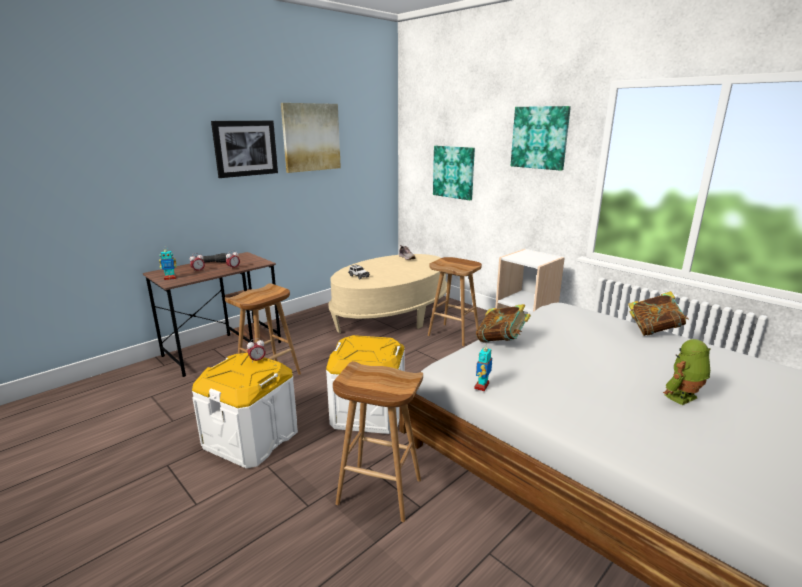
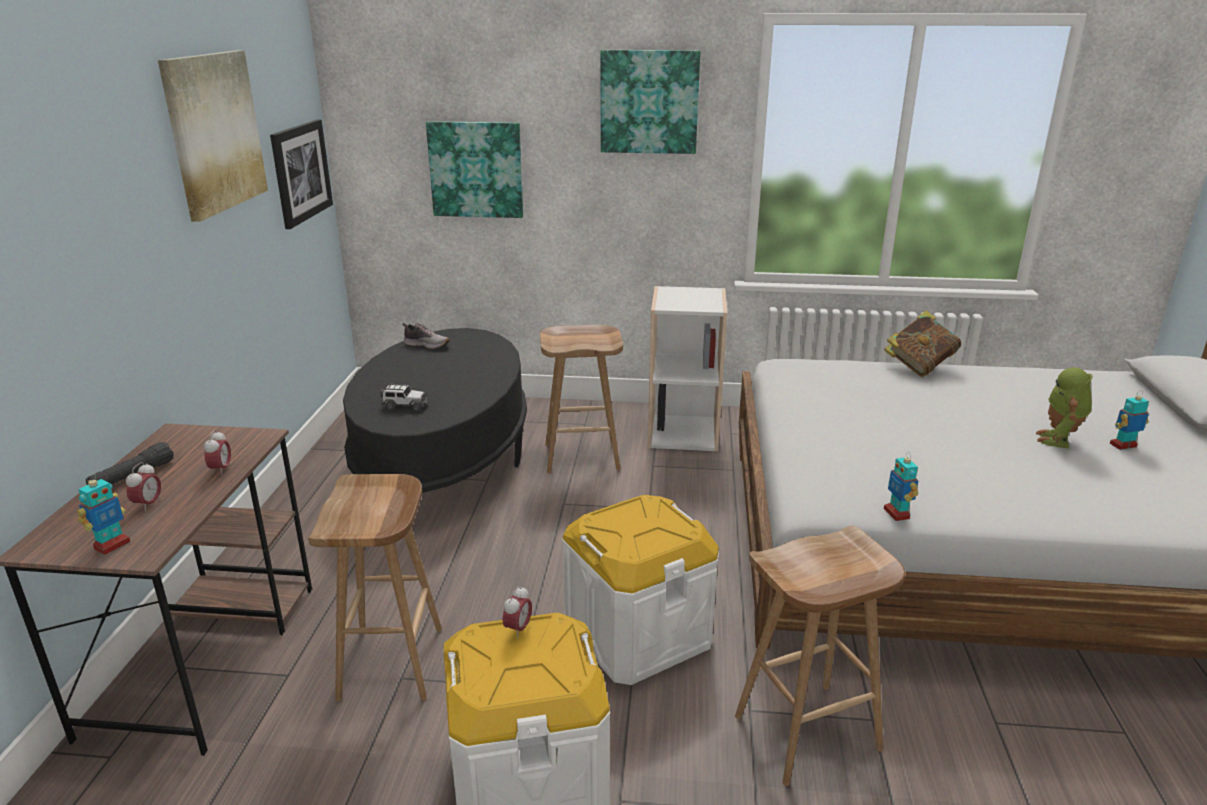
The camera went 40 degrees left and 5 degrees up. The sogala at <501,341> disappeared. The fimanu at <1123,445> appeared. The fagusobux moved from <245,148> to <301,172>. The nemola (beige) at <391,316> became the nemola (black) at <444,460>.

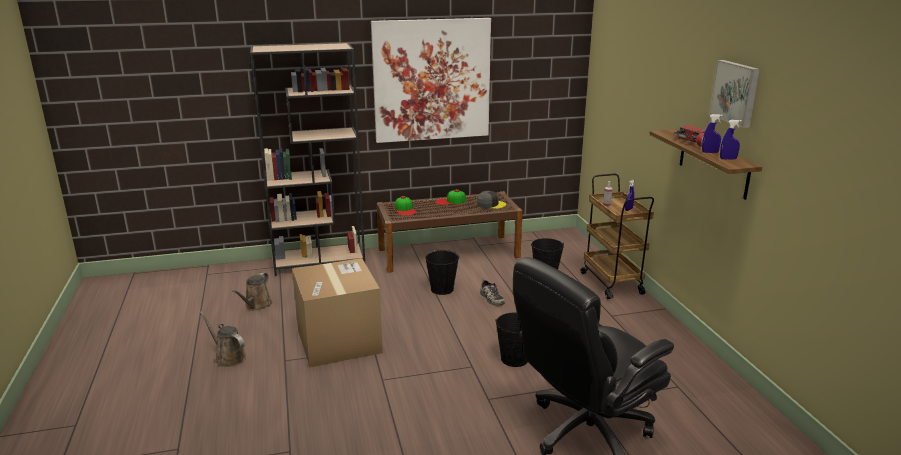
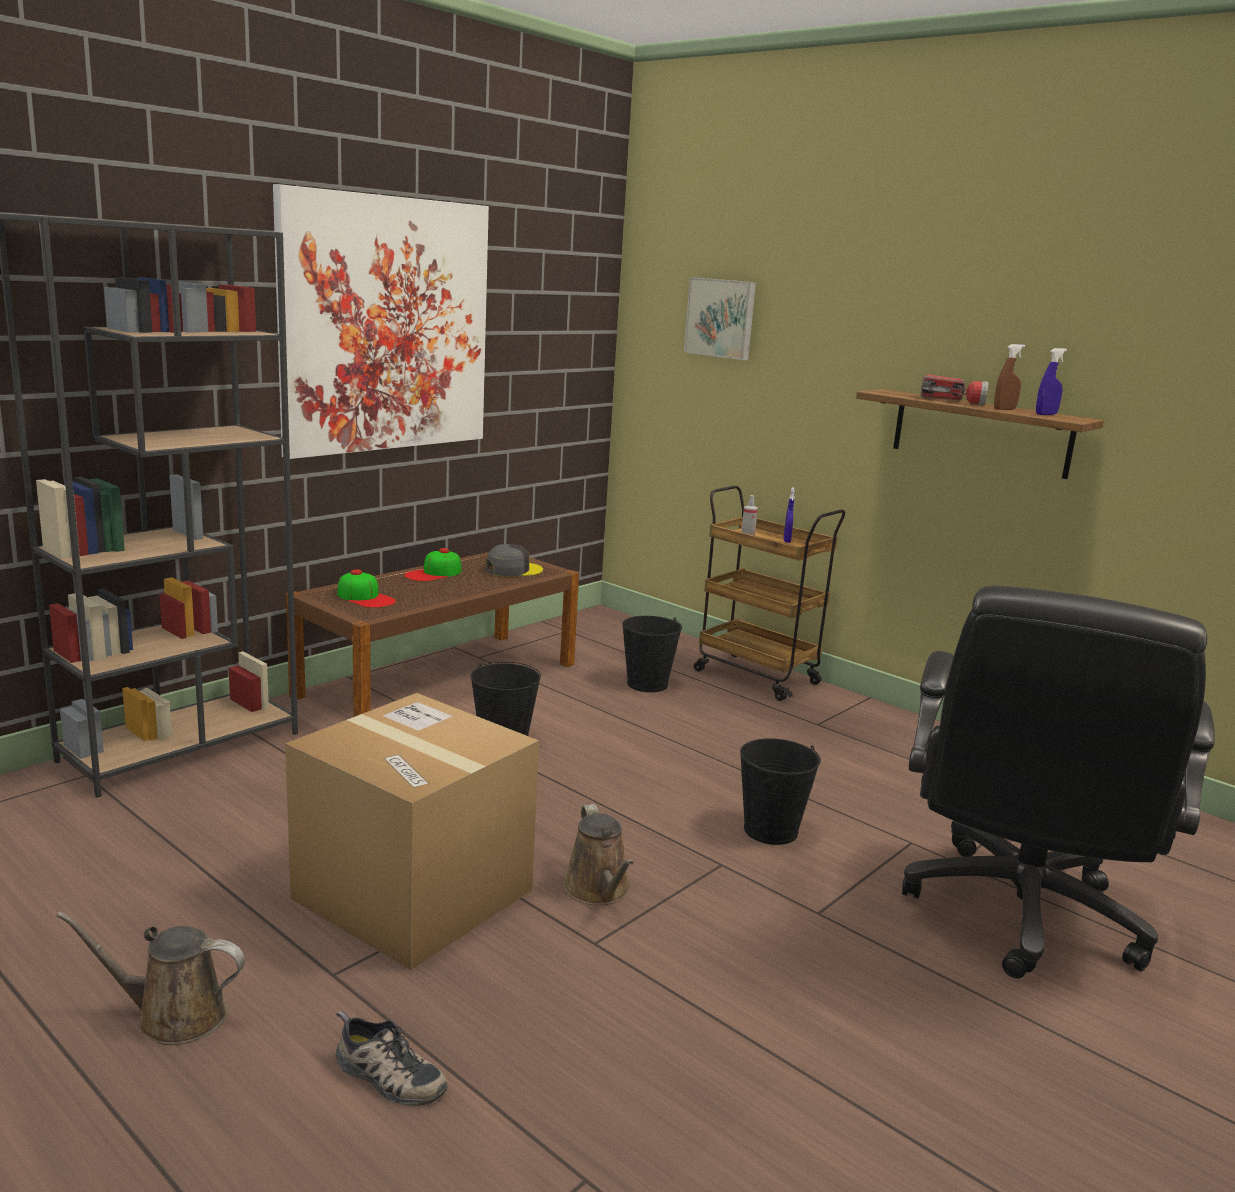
The camera went 35 degrees left and 5 degrees down. The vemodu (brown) moved from <257,305> to <599,890>. The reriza moved from <491,298> to <387,1077>. The fagusobux moved from <736,92> to <721,318>. The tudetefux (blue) at <709,152> became the tudetefux (brown) at <1004,409>.

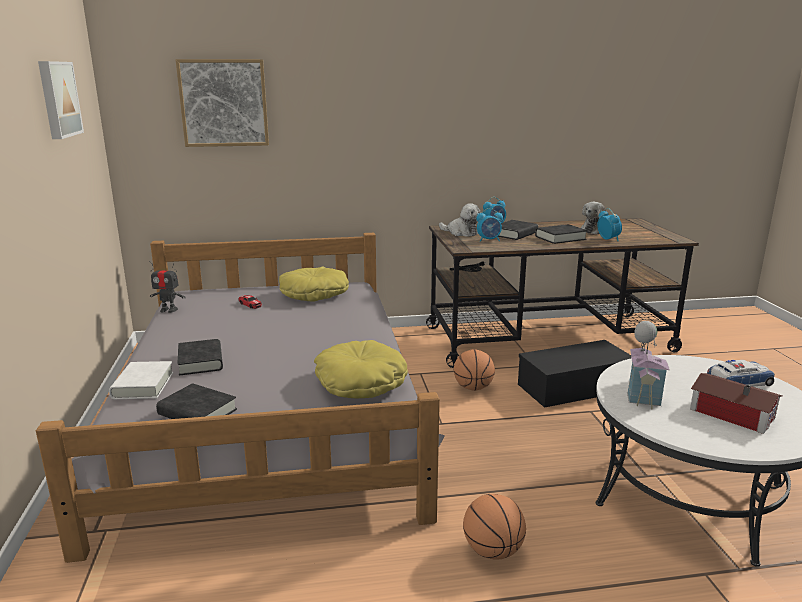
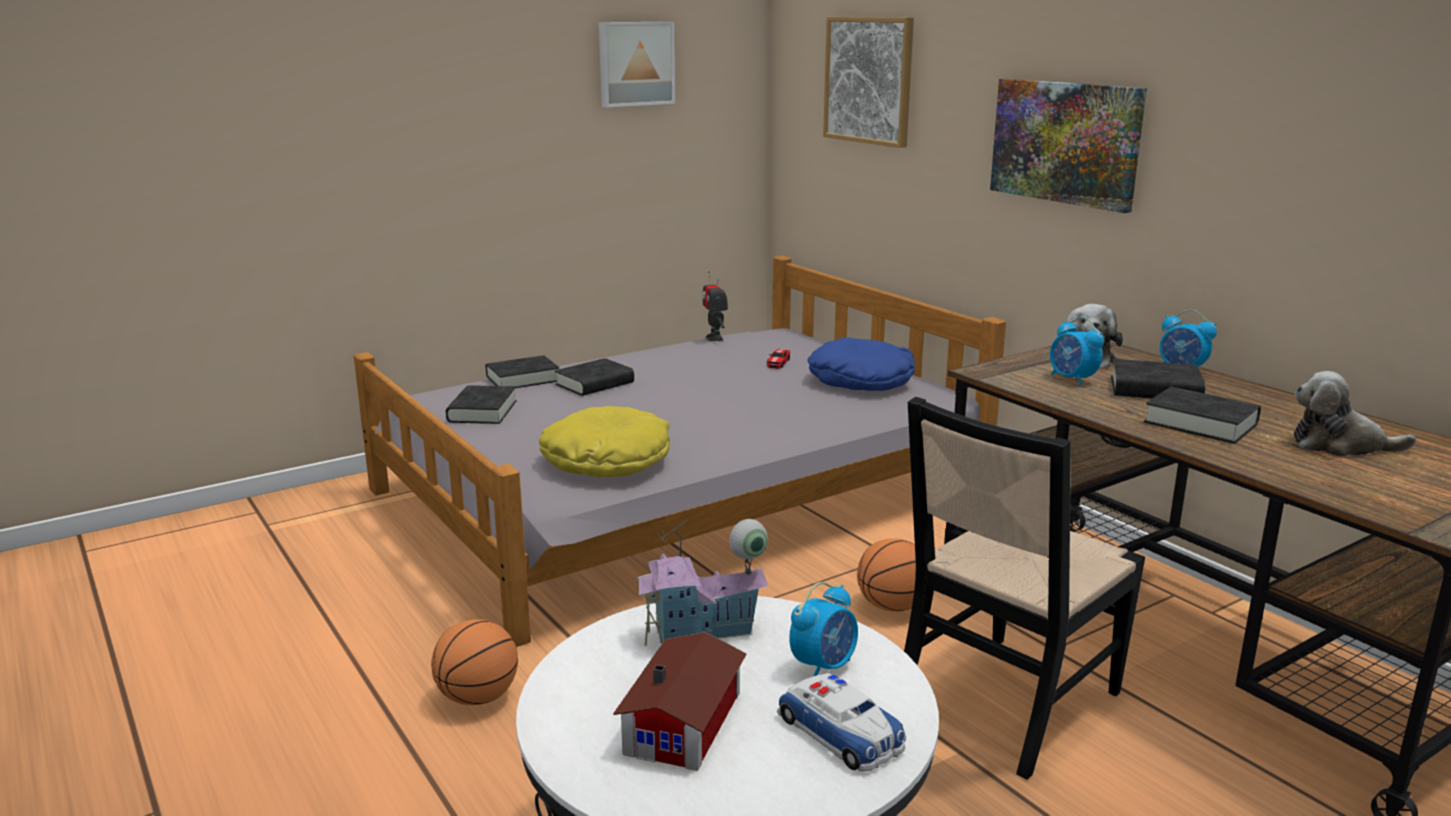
The camera went 65 degrees right and 0 degrees up. The fagusobux at <1065,142> appeared. The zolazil moved from <608,239> to <824,666>. The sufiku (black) at <573,388> was replaced by the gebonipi at <1007,702>. The sogala (white) at <143,385> became the sogala (black) at <522,379>. The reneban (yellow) at <313,294> became the reneban (blue) at <862,381>.

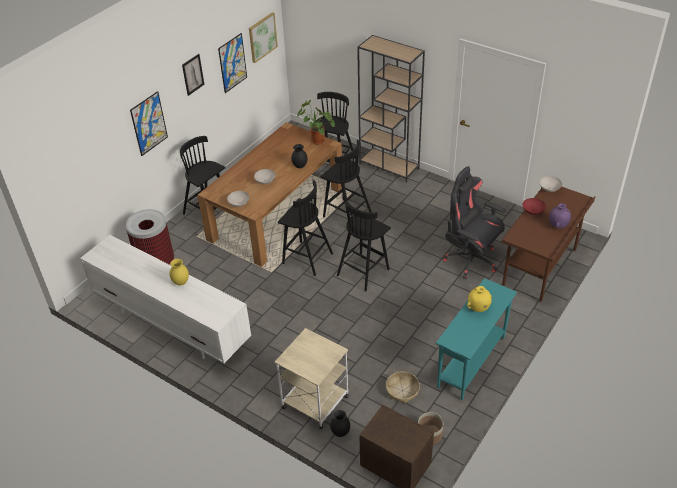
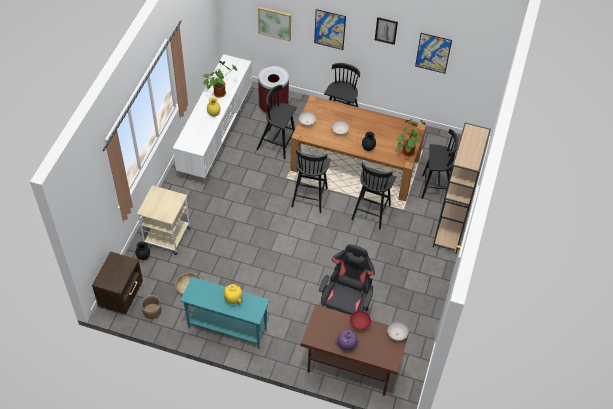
The camera went 70 degrees right and 10 degrees up. The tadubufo at <220,92> appeared. The fagusobux moved from <262,37> to <275,23>. The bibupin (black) moved from <364,271> to <278,144>.

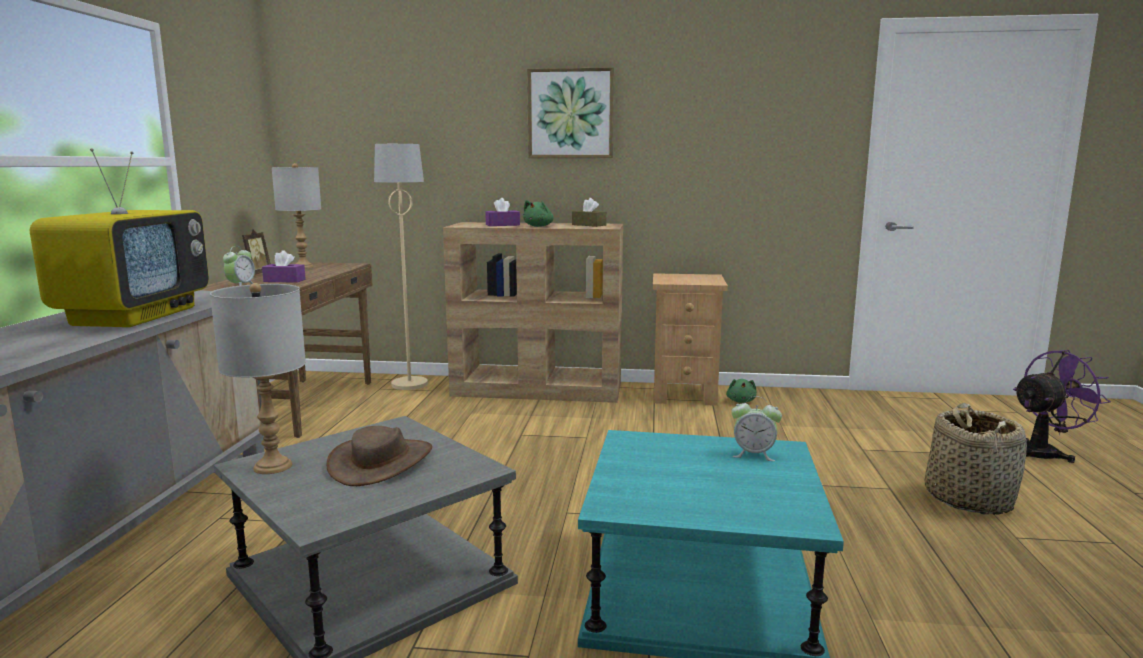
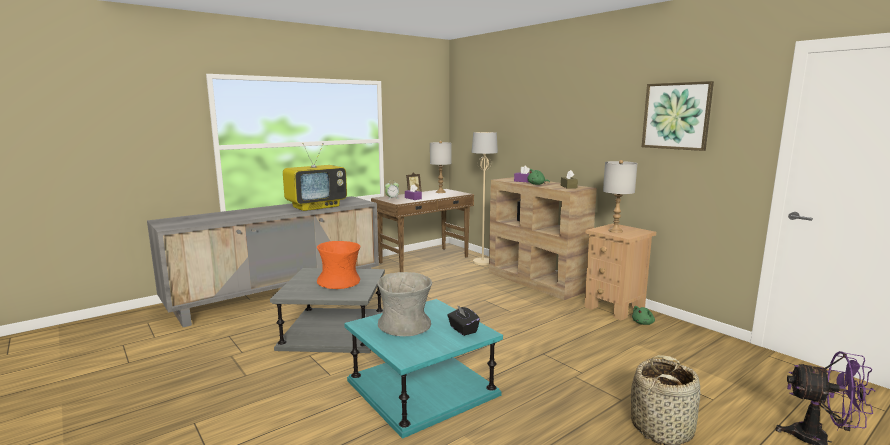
The camera went 45 degrees right and 0 degrees up. The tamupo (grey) at <404,326> appeared. The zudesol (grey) moved from <272,467> to <615,231>. The fagusobux moved from <570,114> to <676,116>. The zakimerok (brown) at <381,462> was replaced by the tamupo (orange) at <340,282>. The zolazil at <754,454> was replaced by the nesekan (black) at <462,329>.

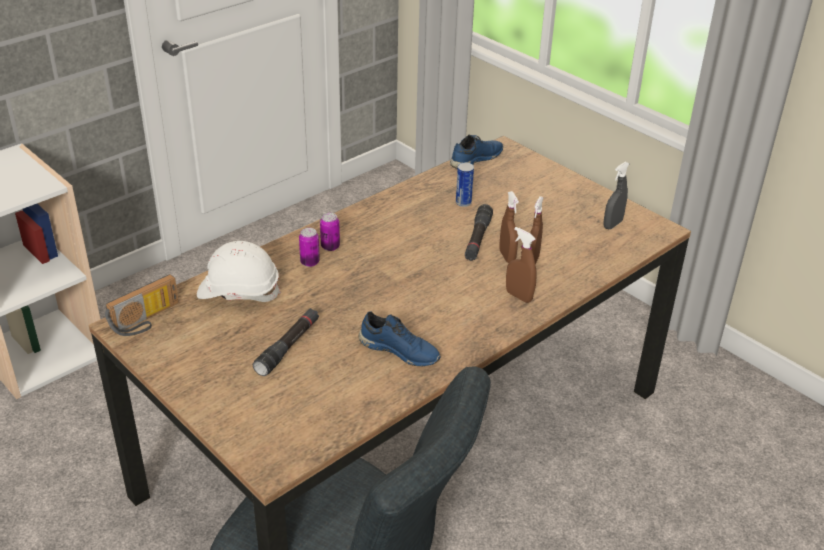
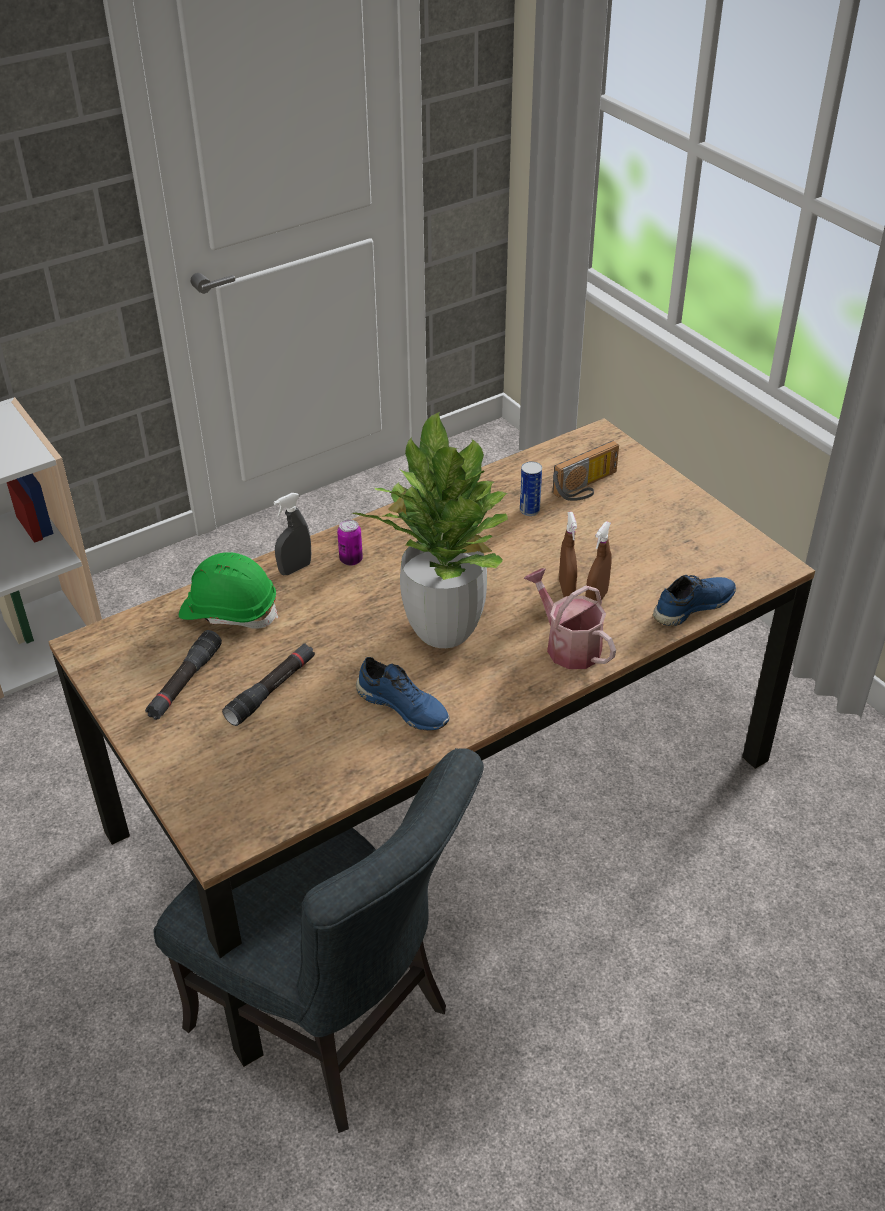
The camera went 10 degrees right and 5 degrees up. The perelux at <310,262> disappeared. The tadubufo at <443,630> appeared. The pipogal moved from <146,321> to <587,487>. The reriza (blue) moved from <475,159> to <692,606>. The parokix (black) moved from <477,239> to <185,682>. The tudetefux (grey) moved from <612,224> to <295,568>. The tudetefux (brown) at <519,296> was replaced by the vemodu at <568,645>. The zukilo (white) at <238,291> became the zukilo (green) at <229,611>.

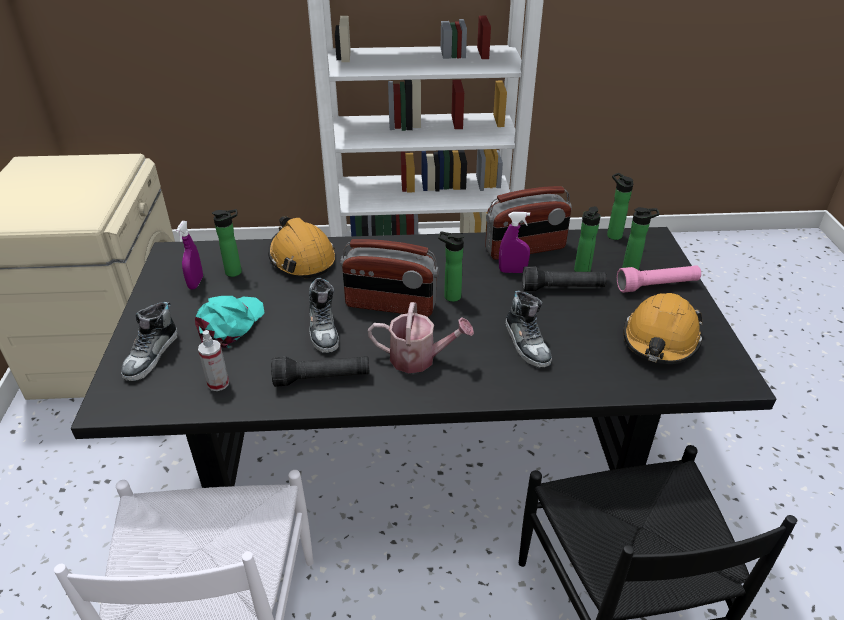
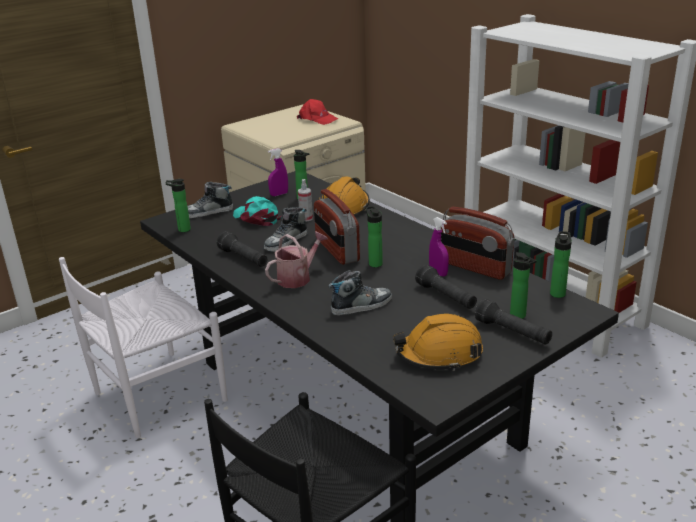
The camera went 55 degrees right and 10 degrees down. The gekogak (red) at <317,119> appeared. The tudetefux moved from <218,383> to <306,218>. The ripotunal moved from <581,272> to <182,230>. The parokix (pink) at <657,286> became the parokix (black) at <513,333>. The gekogak (turquoise) at <230,324> turned 120 degrees counterclockwise. The vemodu at <419,358> turned 105 degrees counterclockwise. The reriza at <527,343> turned 150 degrees counterclockwise.

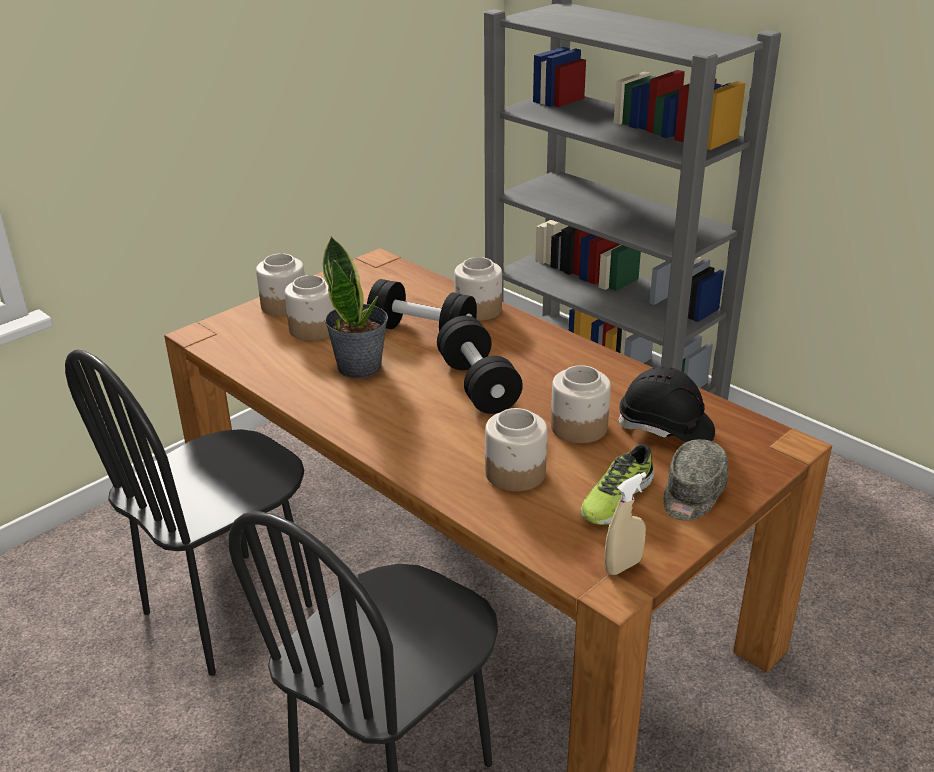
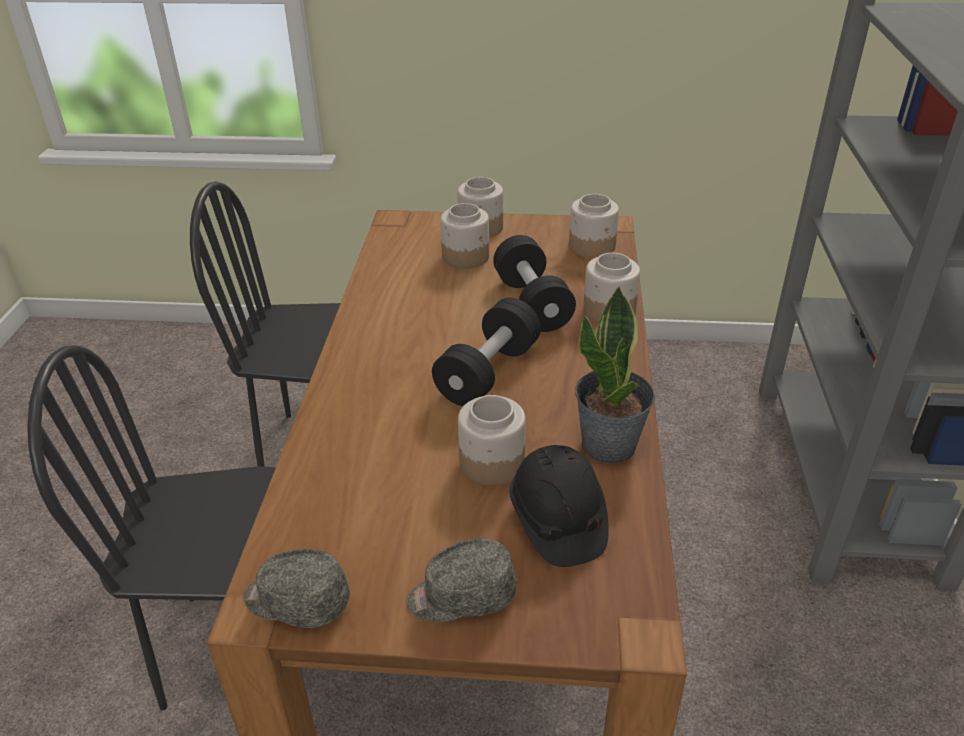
The camera went 50 degrees right and 5 degrees up. The reriza at <615,498> disappeared. The tadubufo moved from <360,366> to <609,445>. The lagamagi moved from <516,473> to <592,247>. The tudetefux (beige) at <623,566> was replaced by the gekogak (grey) at <296,601>.

